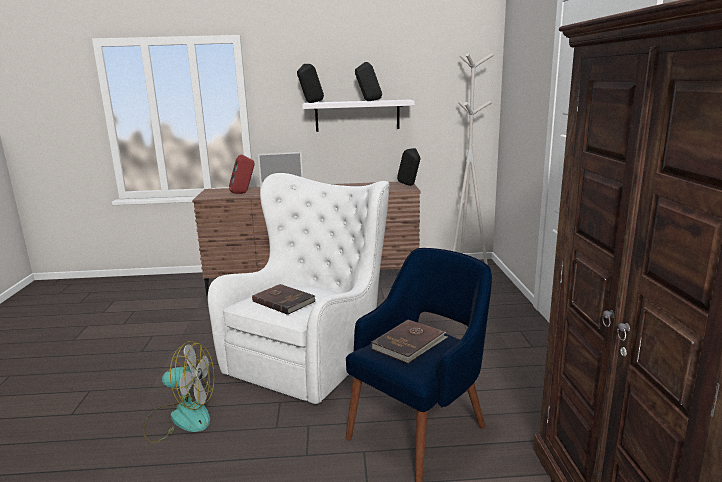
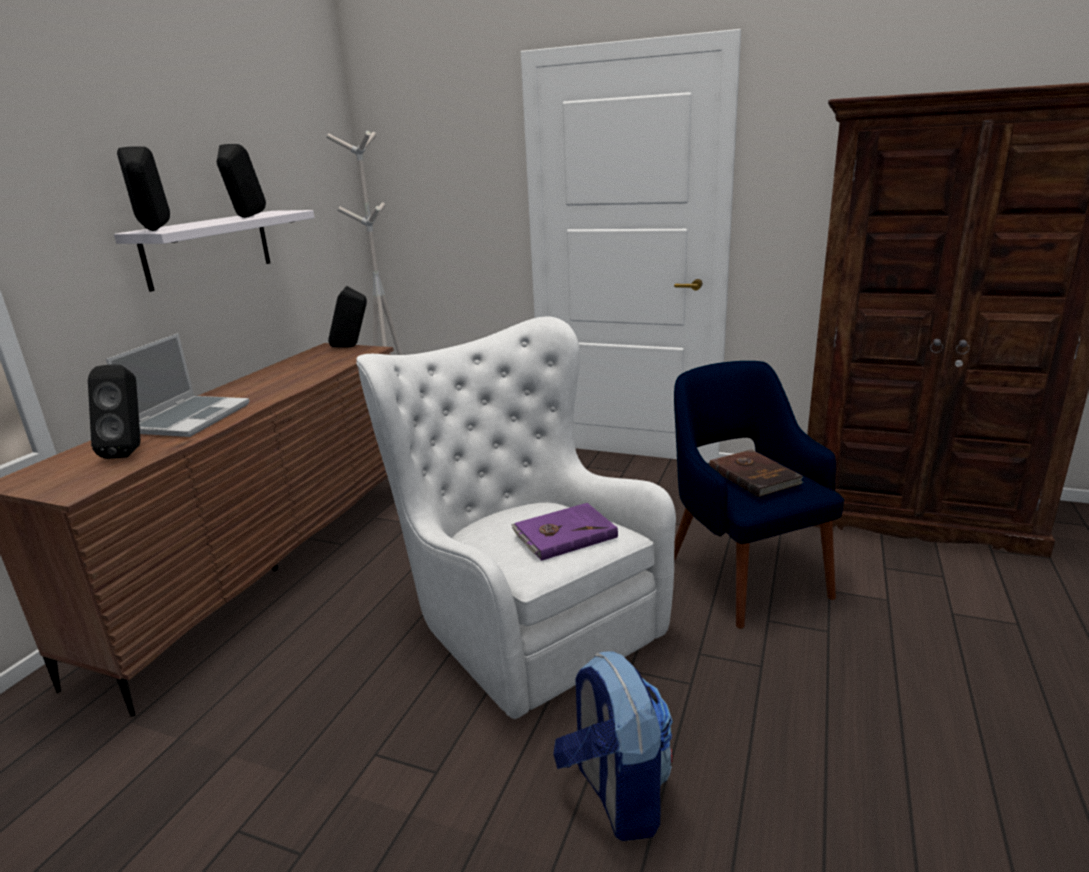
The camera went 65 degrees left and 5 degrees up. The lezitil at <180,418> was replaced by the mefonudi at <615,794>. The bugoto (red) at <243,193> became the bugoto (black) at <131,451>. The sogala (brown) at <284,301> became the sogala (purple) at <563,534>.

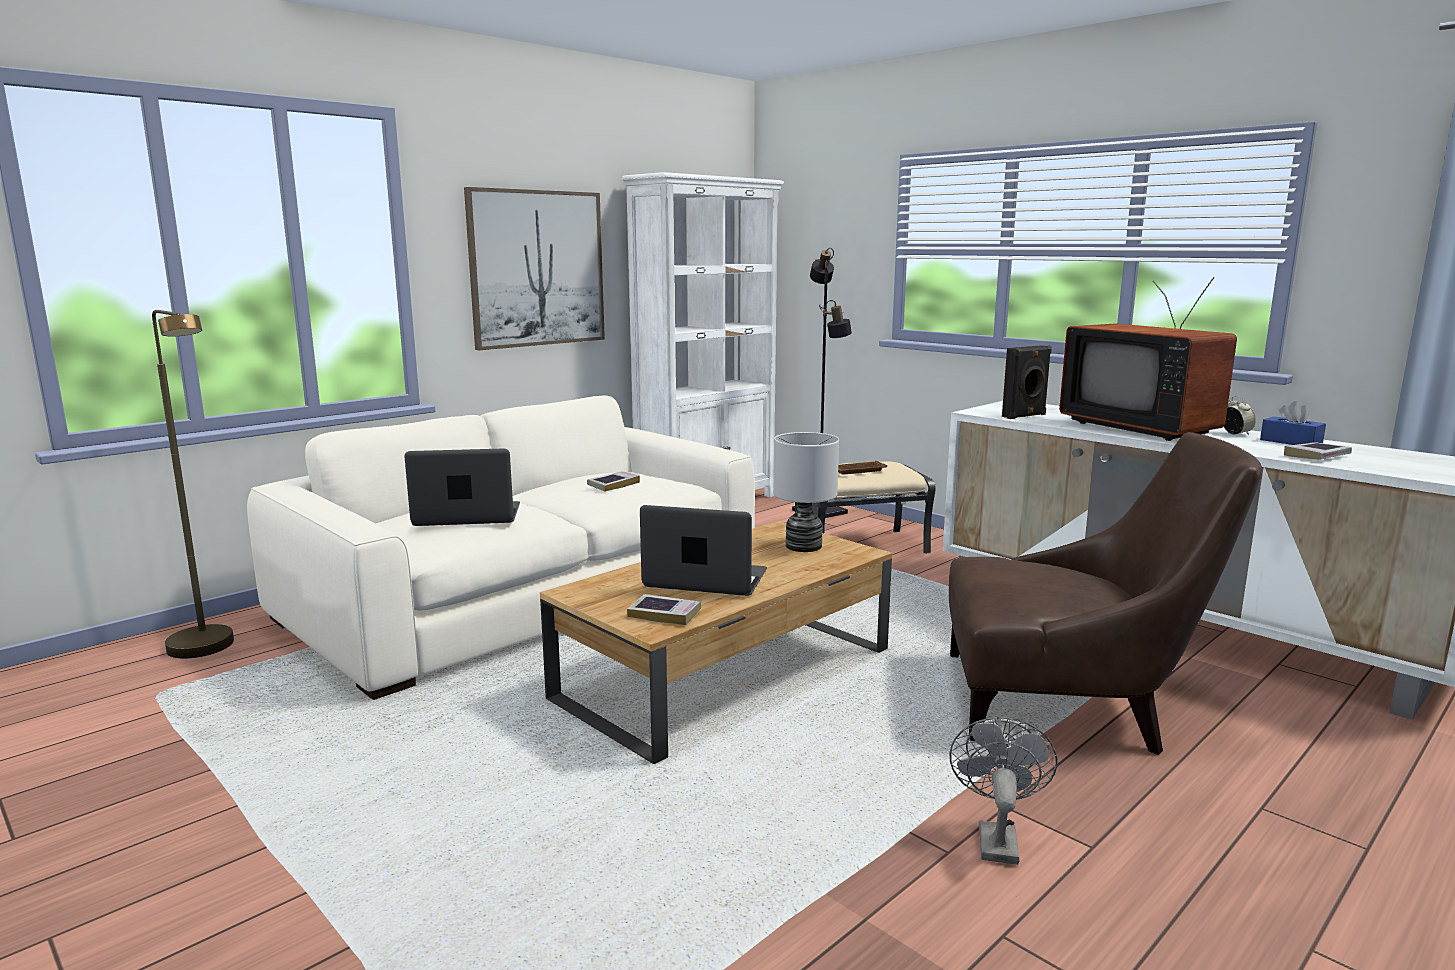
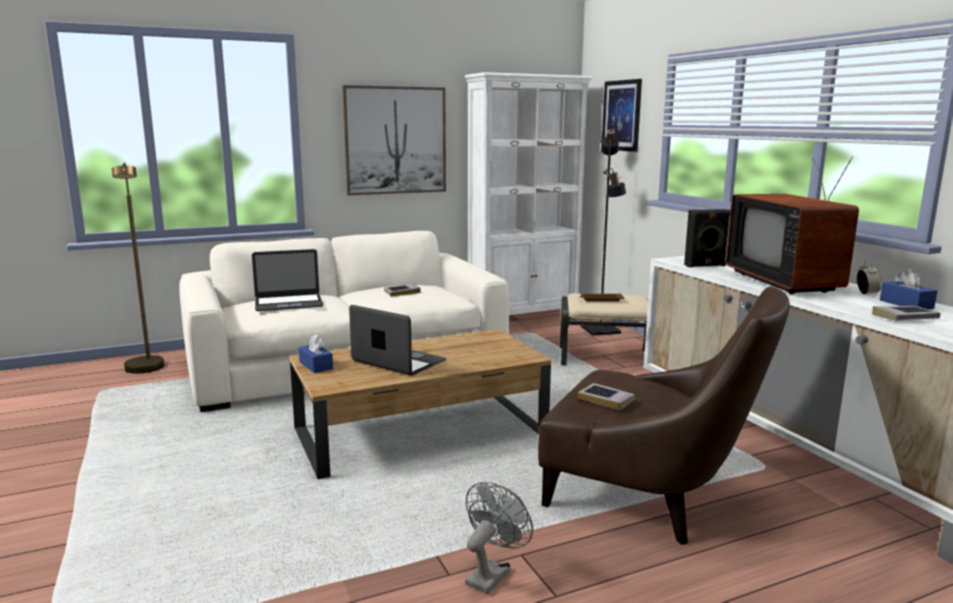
The camera went 20 degrees right and 0 degrees up. The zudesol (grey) at <803,546> disappeared. The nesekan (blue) at <316,365> appeared. The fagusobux at <622,115> appeared. The sogala moved from <664,614> to <606,400>. The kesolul at <467,515> turned 150 degrees clockwise.

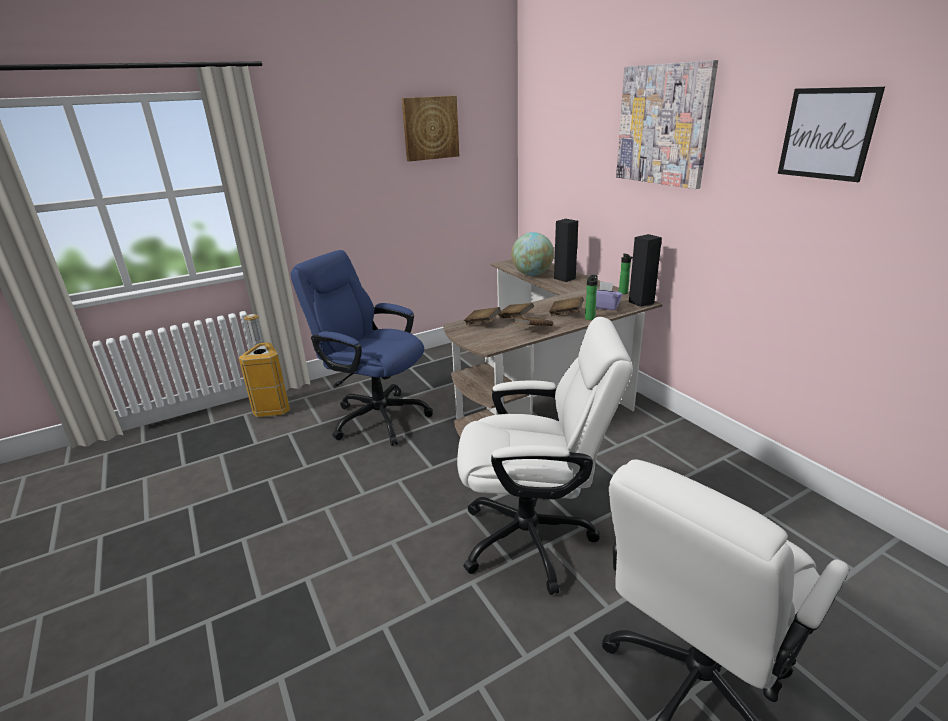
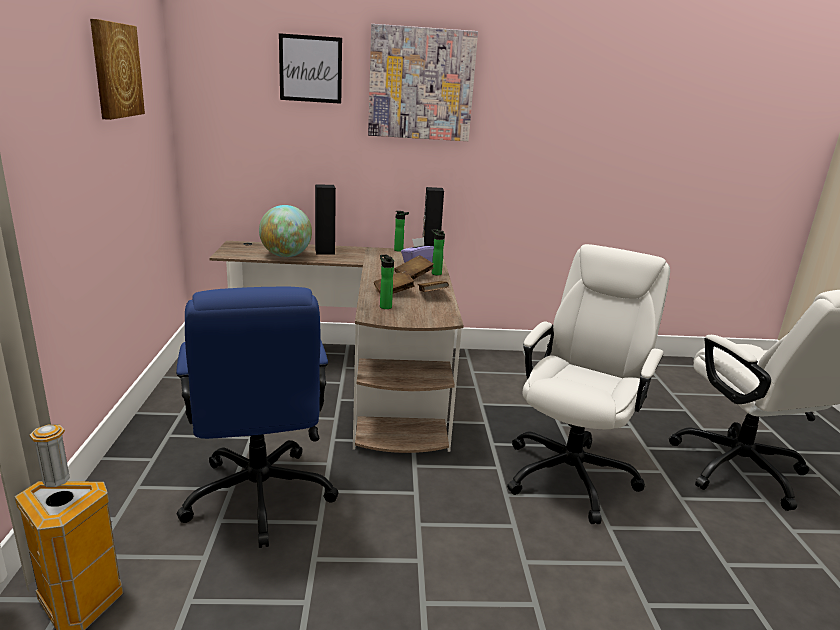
The camera went 65 degrees left and 5 degrees down. The fagusobux moved from <827,134> to <310,69>. The sogala (brown) at <482,324> was replaced by the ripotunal at <385,306>. The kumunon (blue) at <376,418> turned 75 degrees counterclockwise.

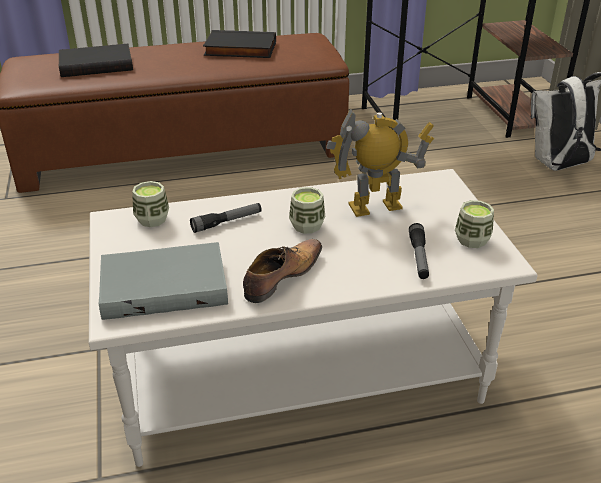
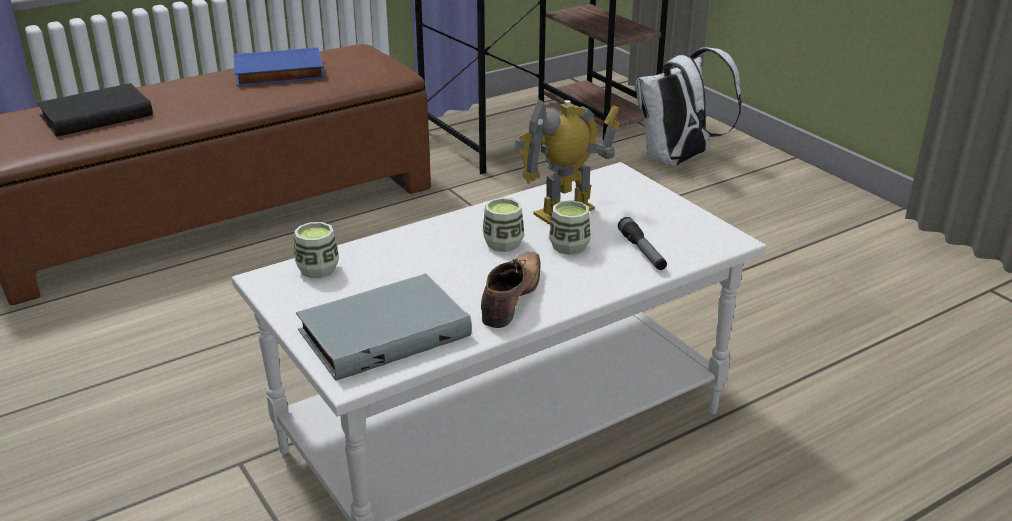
The camera went 20 degrees left and 5 degrees down. The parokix at <227,222> disappeared. The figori moved from <472,240> to <569,246>. The sogala (black) at <239,49> became the sogala (blue) at <278,74>.

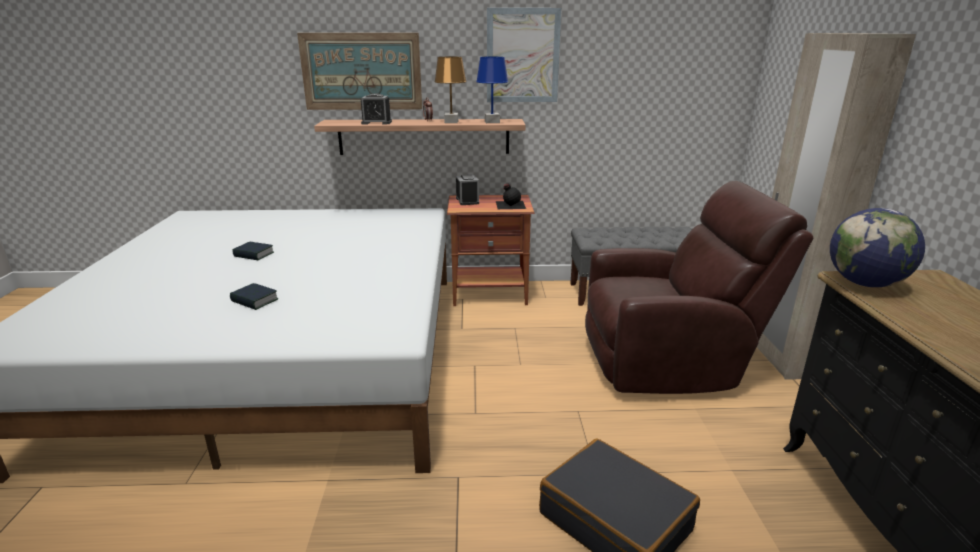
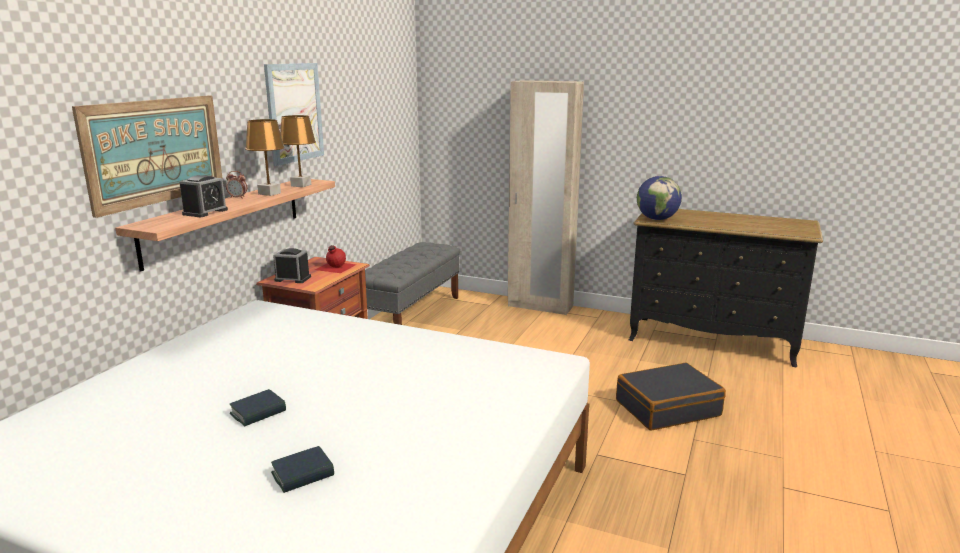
The camera went 65 degrees left and 5 degrees down. The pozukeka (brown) at <668,362> disappeared. The sogala moved from <254,300> to <303,475>. The zudesol (blue) at <492,122> became the zudesol (brown) at <301,185>. The ripotunal (black) at <510,204> became the ripotunal (red) at <335,267>.

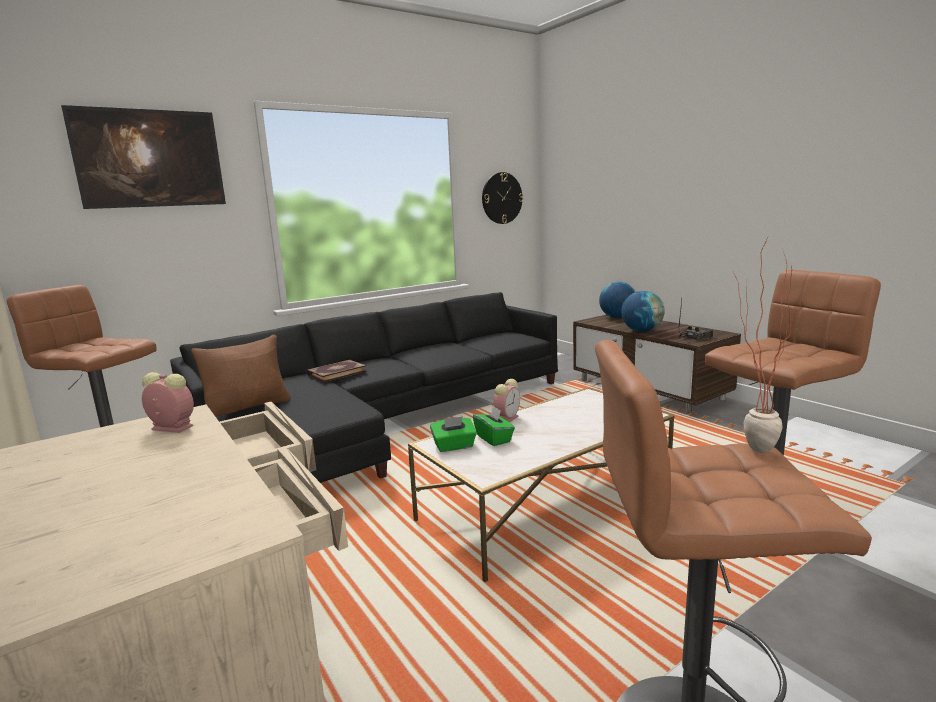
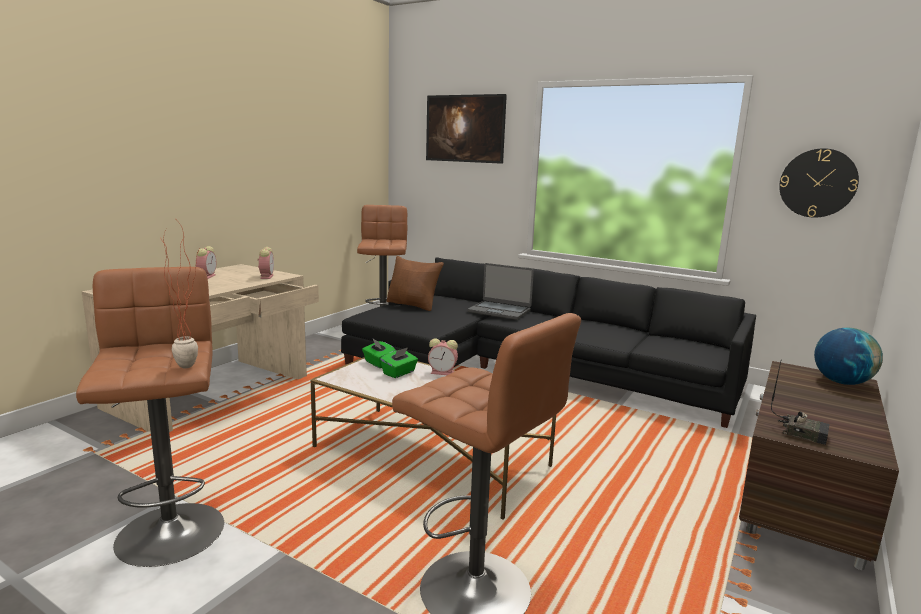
The camera went 65 degrees right and 0 degrees up. The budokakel at <641,331> disappeared. The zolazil at <207,276> appeared. The sogala at <336,373> was replaced by the kesolul at <499,311>.

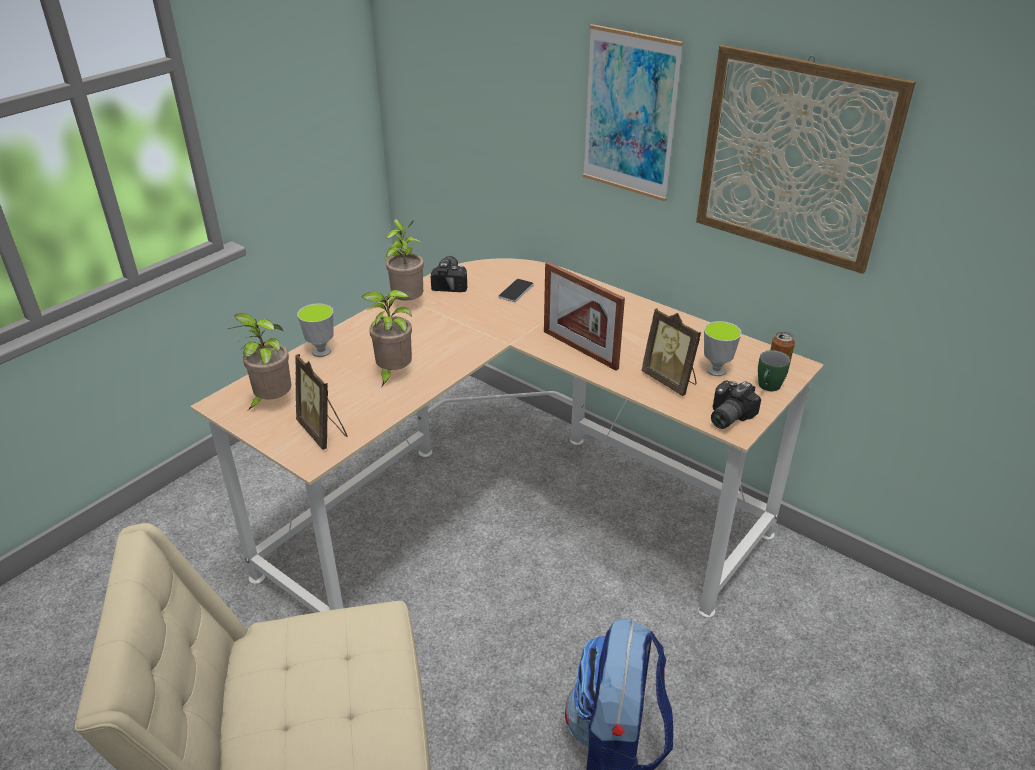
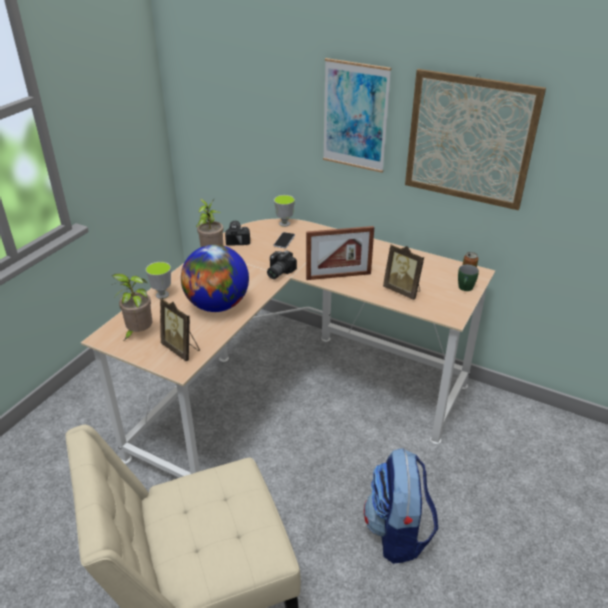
The camera went 10 degrees left and 0 degrees up. The figori moved from <716,370> to <284,224>. The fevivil moved from <726,416> to <278,272>. The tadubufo at <393,374> was replaced by the budokakel at <217,305>. The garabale at <580,349> turned 45 degrees counterclockwise.

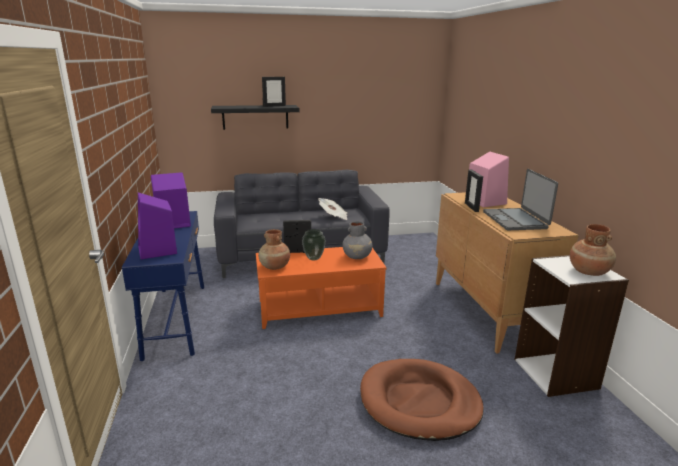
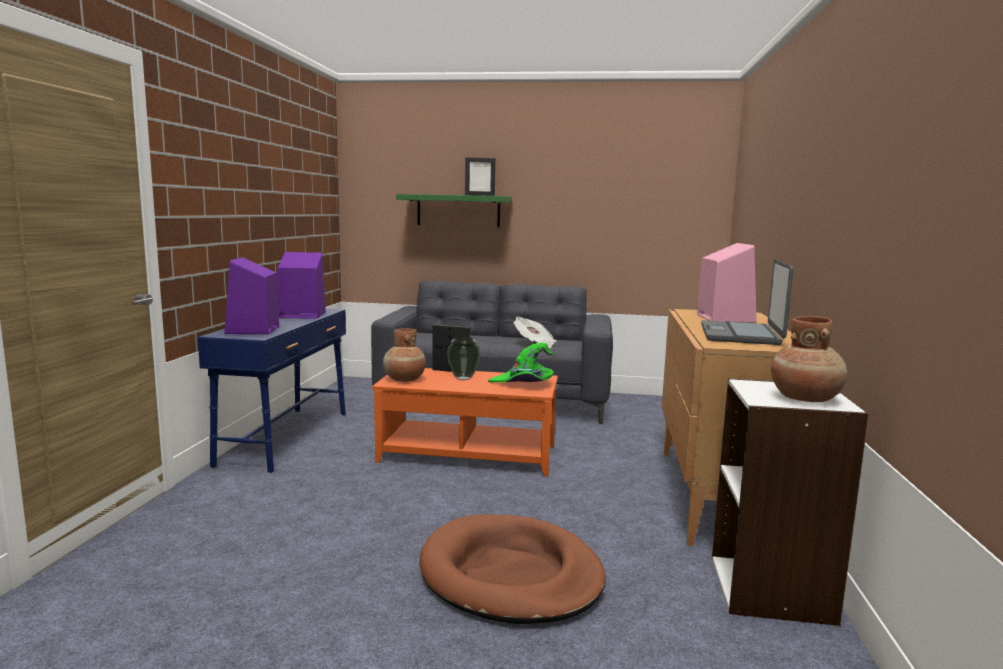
The camera went 20 degrees right and 10 degrees down. The garabale at <472,207> disappeared. The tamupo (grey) at <357,257> was replaced by the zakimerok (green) at <523,383>. The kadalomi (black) at <255,117> became the kadalomi (green) at <458,211>.

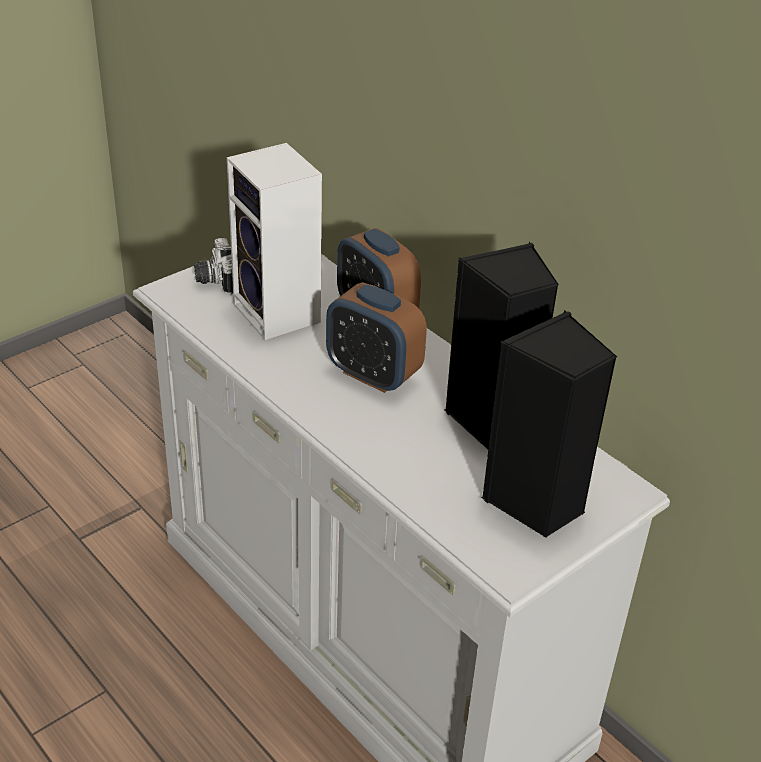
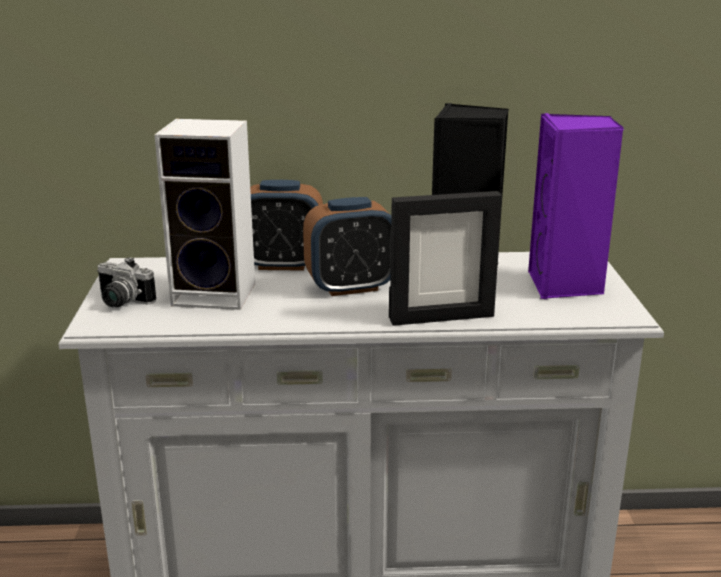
The camera went 50 degrees left and 15 degrees down. The garabale at <441,317> appeared. The bugoto (black) at <536,503> became the bugoto (purple) at <565,285>.

